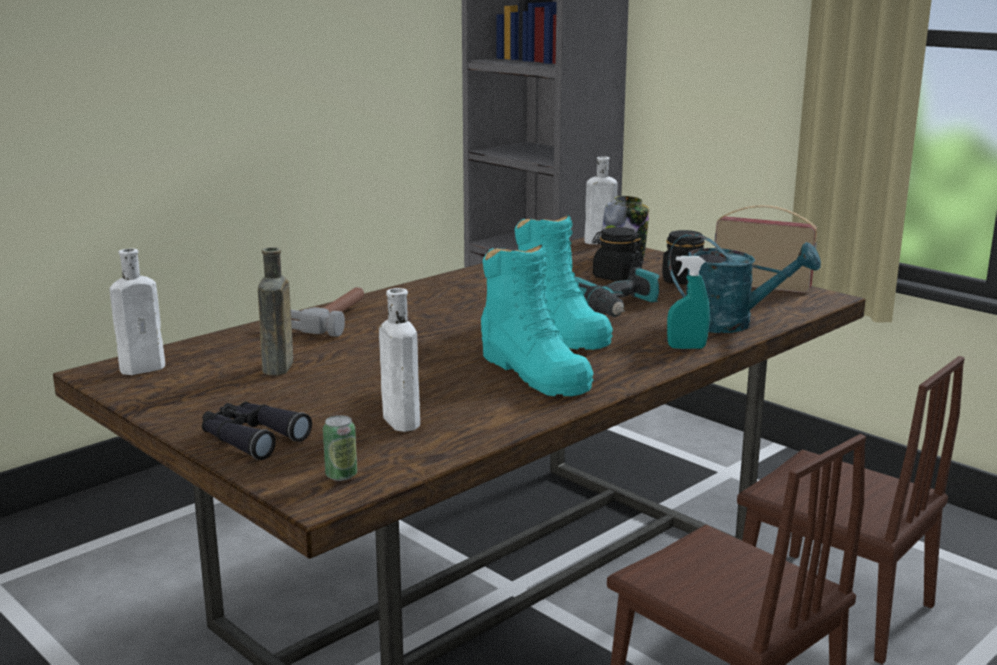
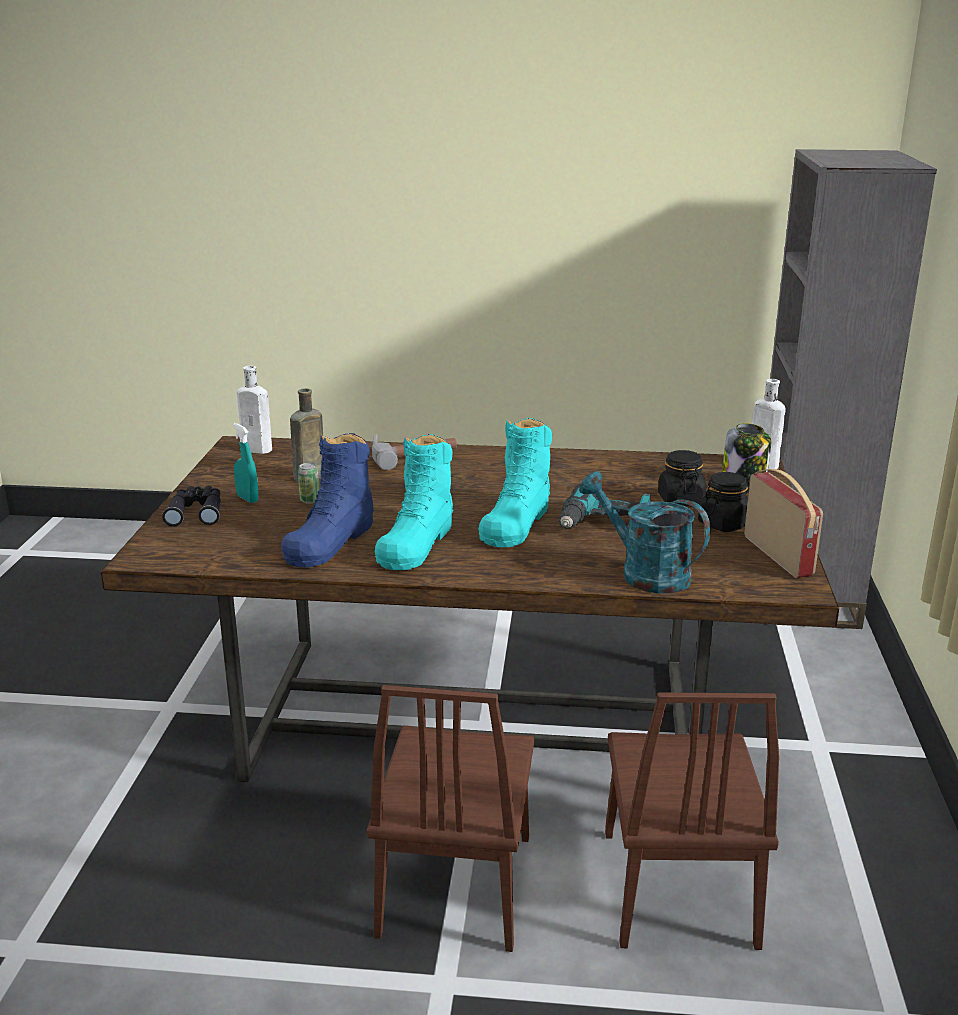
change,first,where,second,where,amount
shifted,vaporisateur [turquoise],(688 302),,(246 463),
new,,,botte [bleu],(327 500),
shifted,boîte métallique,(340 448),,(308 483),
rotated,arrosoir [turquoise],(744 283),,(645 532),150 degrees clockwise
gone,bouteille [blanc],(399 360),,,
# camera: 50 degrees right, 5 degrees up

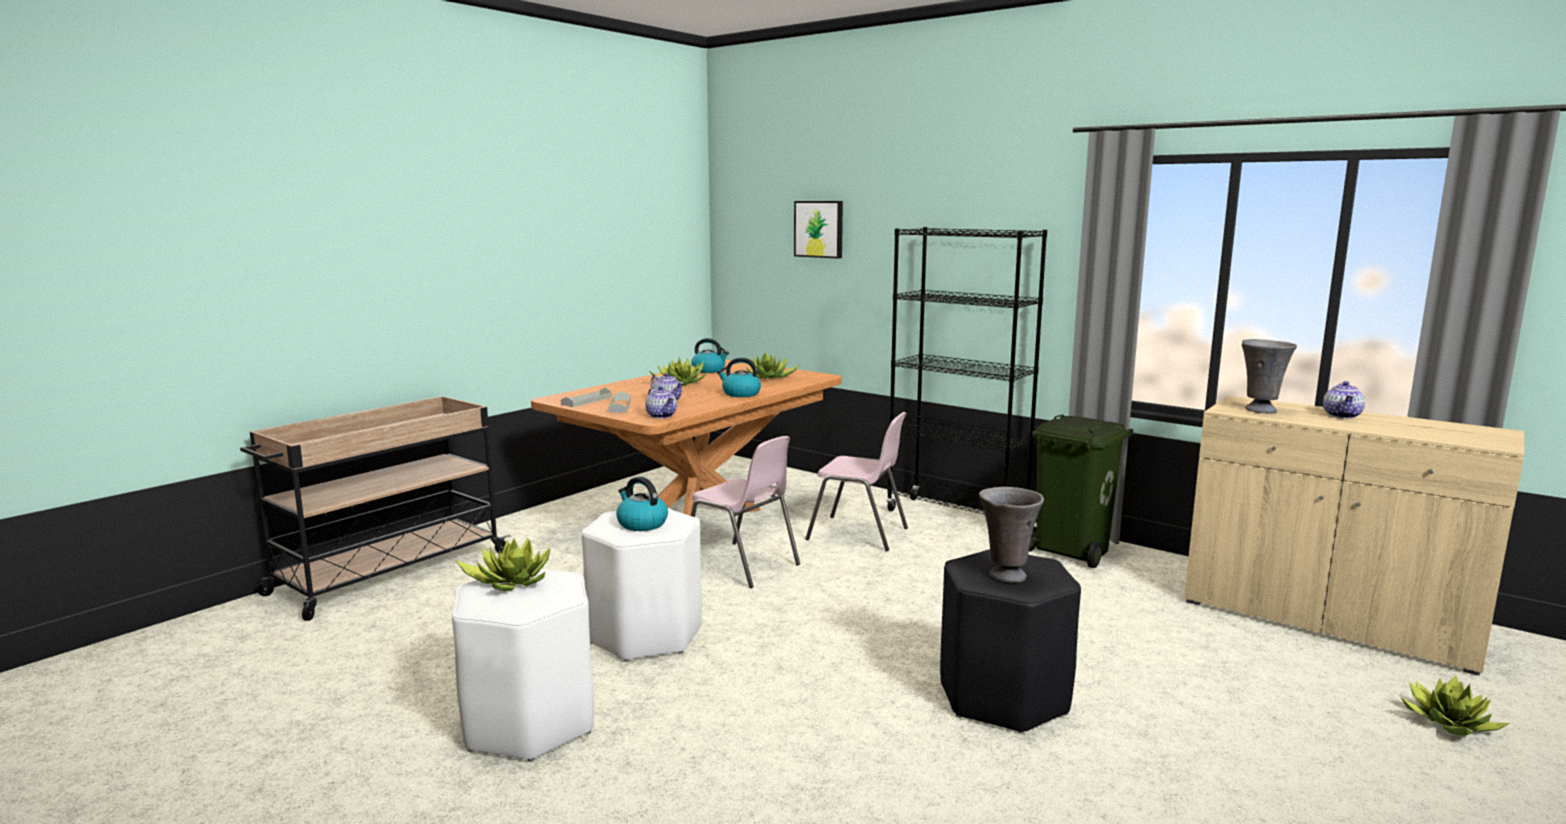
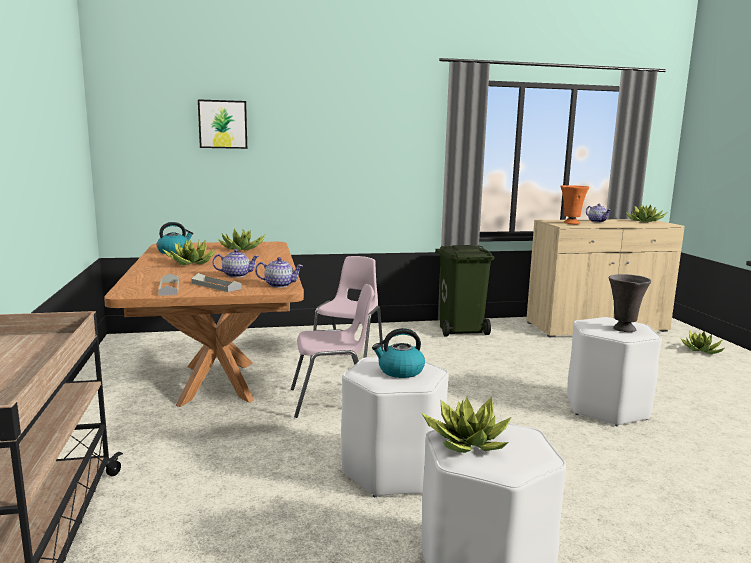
change,first,where,second,where,amount
rotated,chaise [rose],(856 481),,(346 308),45 degrees counterclockwise
repainted,vase [gris],(1269 376),vase [orange],(575 205),
repainted,tabouret [noir],(1010 641),tabouret [blanc],(614 372),
new,,,plante en pot,(646 213),
gone,bouilloire,(739 377),,,
gone,bibliothèque [noir],(966 370),,,
# camera: 50 degrees left, 0 degrees up

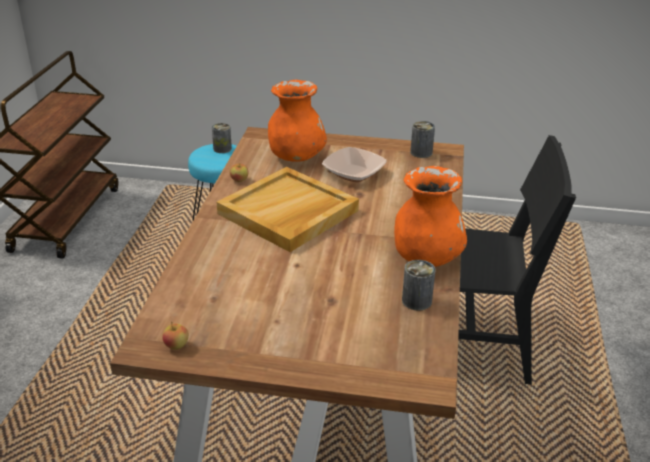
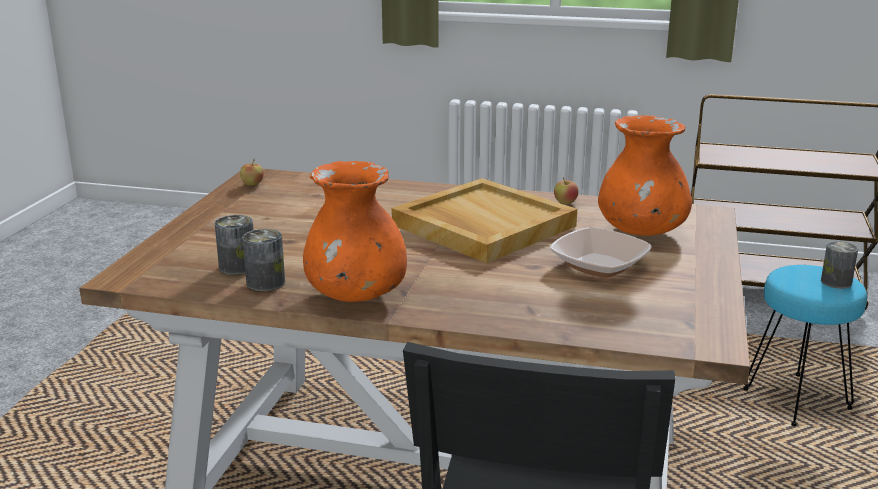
change,first,where,second,where,amount
shifted,boîte métallique,(422 139),,(234 245),
# camera: 95 degrees right, 10 degrees down

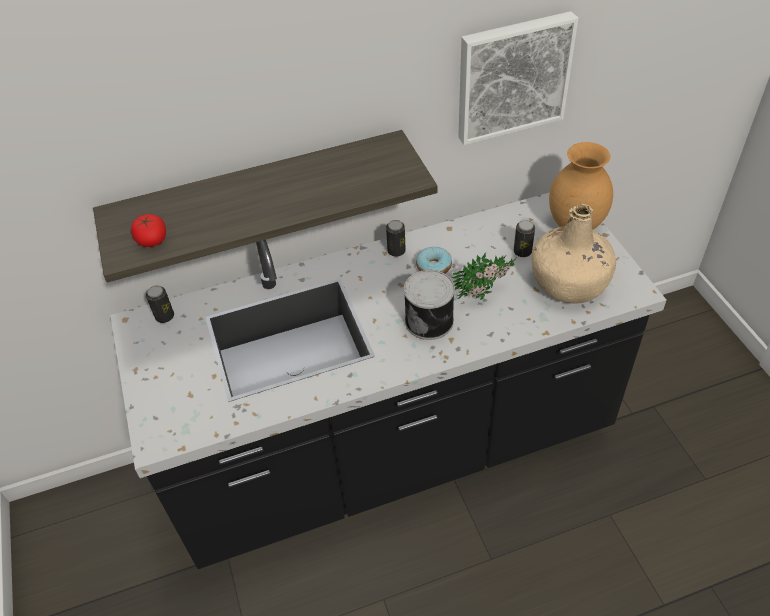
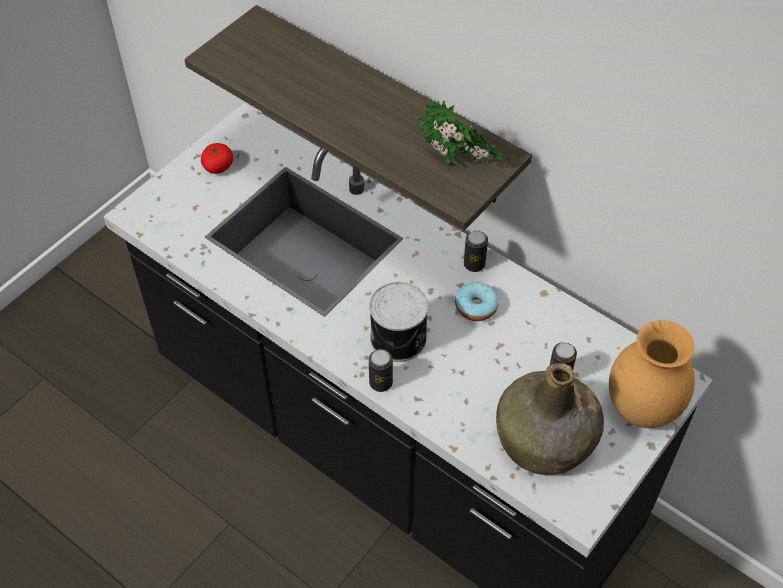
change,first,where,second,where,amount
shifted,tomate,(148 230),,(217 158),
shifted,boîte métallique,(160 304),,(381 370),
shifted,plante en pot,(484 276),,(460 132),
repainted,bouteille [beige],(574 253),bouteille [vert],(550 419),
gone,tableau,(518 78),,,
# camera: 55 degrees right, 5 degrees up

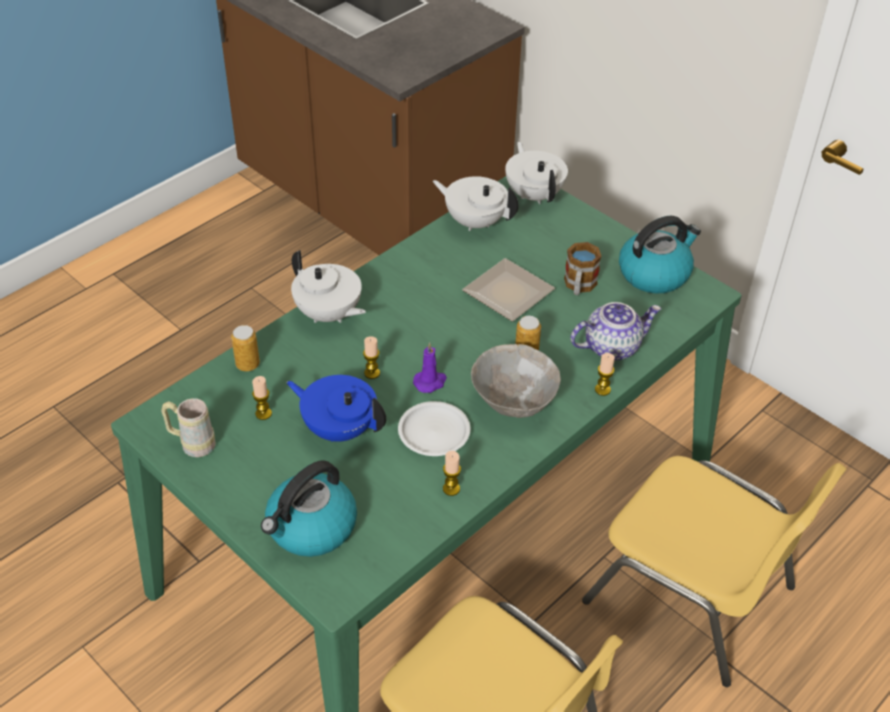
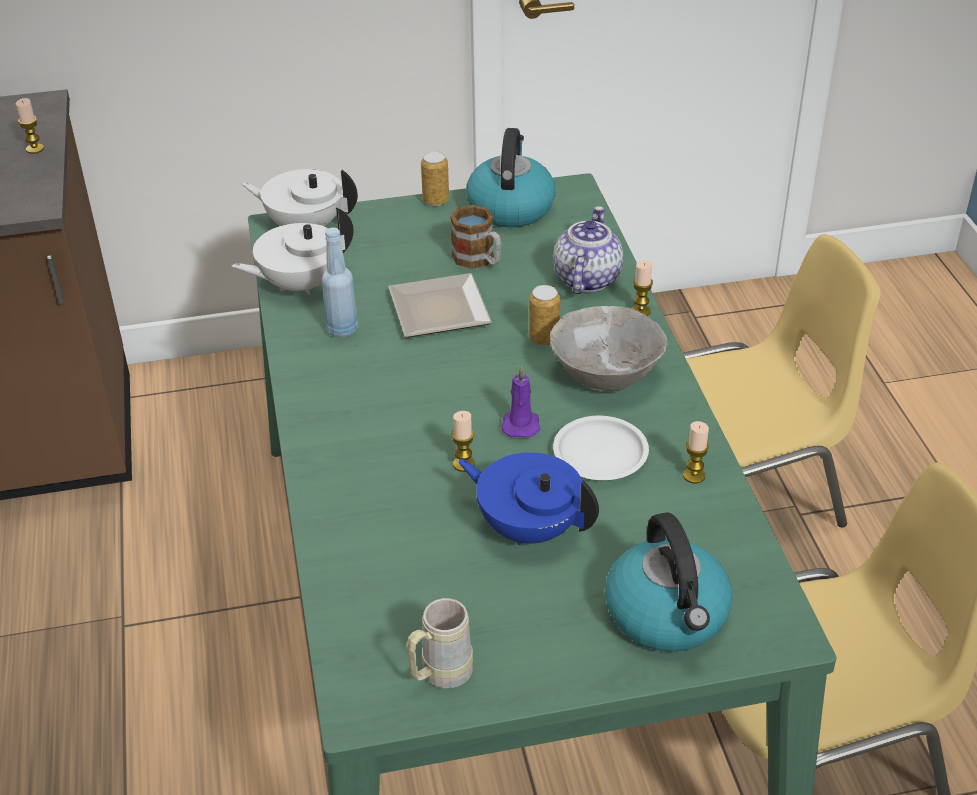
change,first,where,second,where,amount
shifted,bougie,(262 398),,(30 126),
new,,,bouteille [bleu],(340 283),
shifted,boîte métallique,(245 348),,(435 178),
rotated,théière [bleu],(336 408),,(528 498),60 degrees clockwise
gone,théière [blanc],(328 286),,,
# camera: 55 degrees left, 5 degrees down

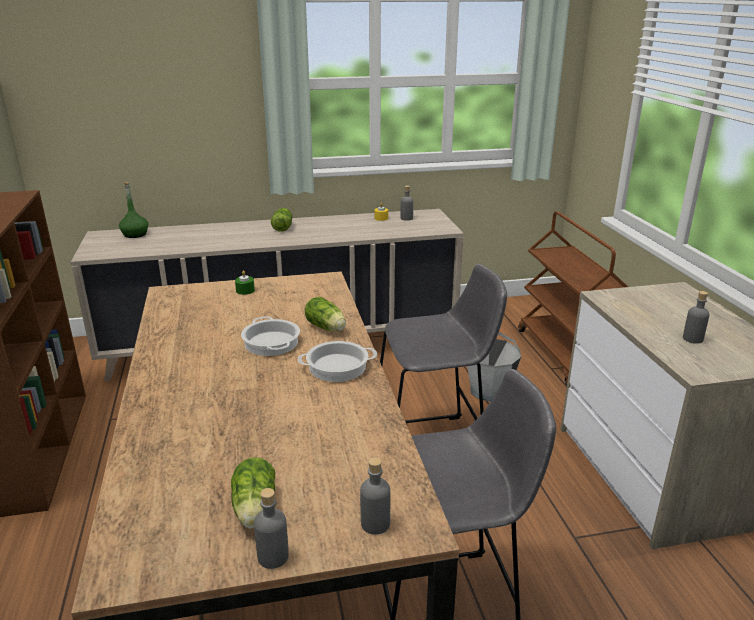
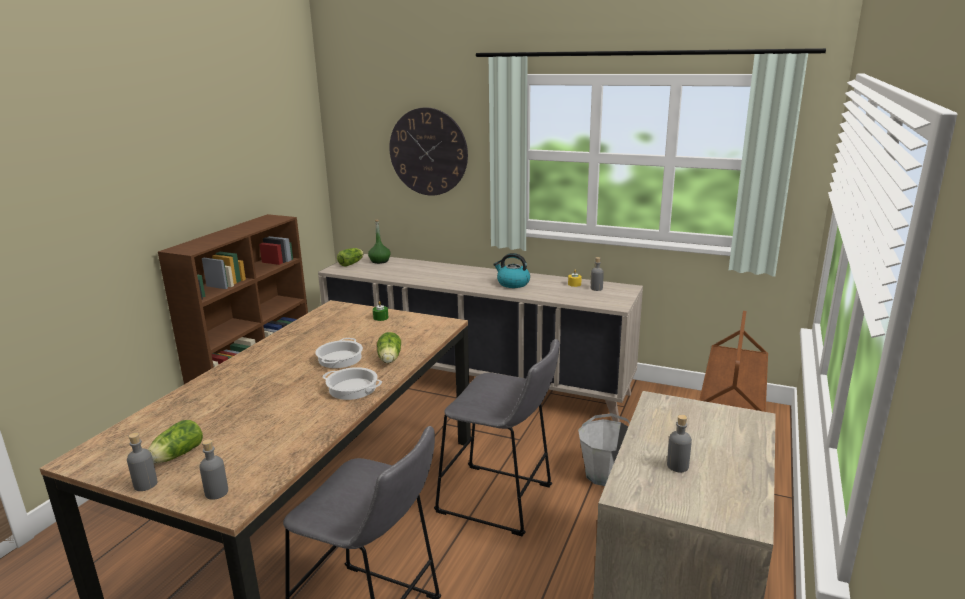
change,first,where,second,where,amount
shifted,laitue,(281 220),,(350 257),
new,,,horloge murale,(428 152),
new,,,bouilloire,(511 270),
# camera: 35 degrees right, 5 degrees down

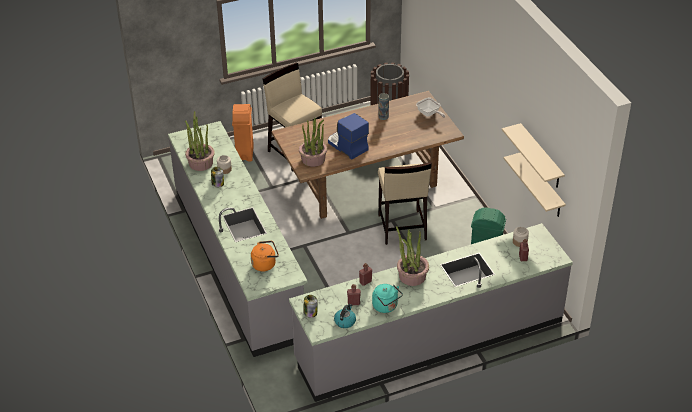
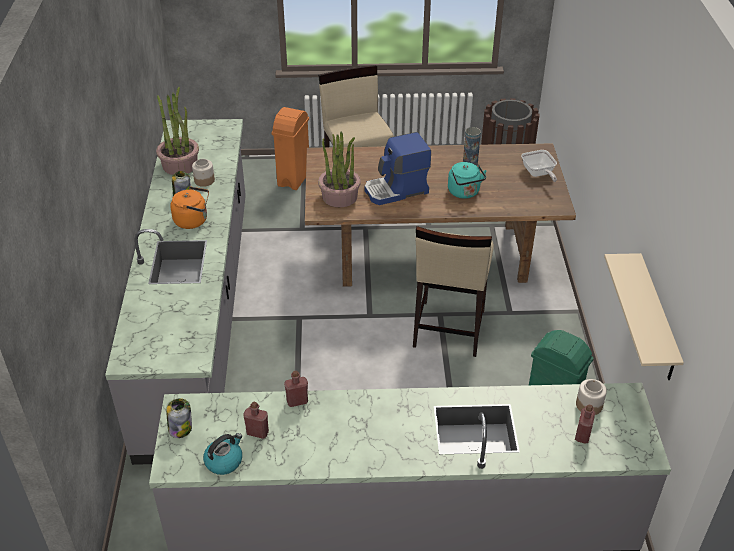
change,first,where,second,where,amount
shifted,bouilloire [orange],(265 256),,(189 207),
rotated,machine à café,(348 136),,(398 168),90 degrees counterclockwise
shifted,bouilloire [turquoise],(387 298),,(467 180),
gone,plante en pot,(412 256),,,
gone,étagère [beige],(533 155),,,
# camera: 20 degrees right, 0 degrees up

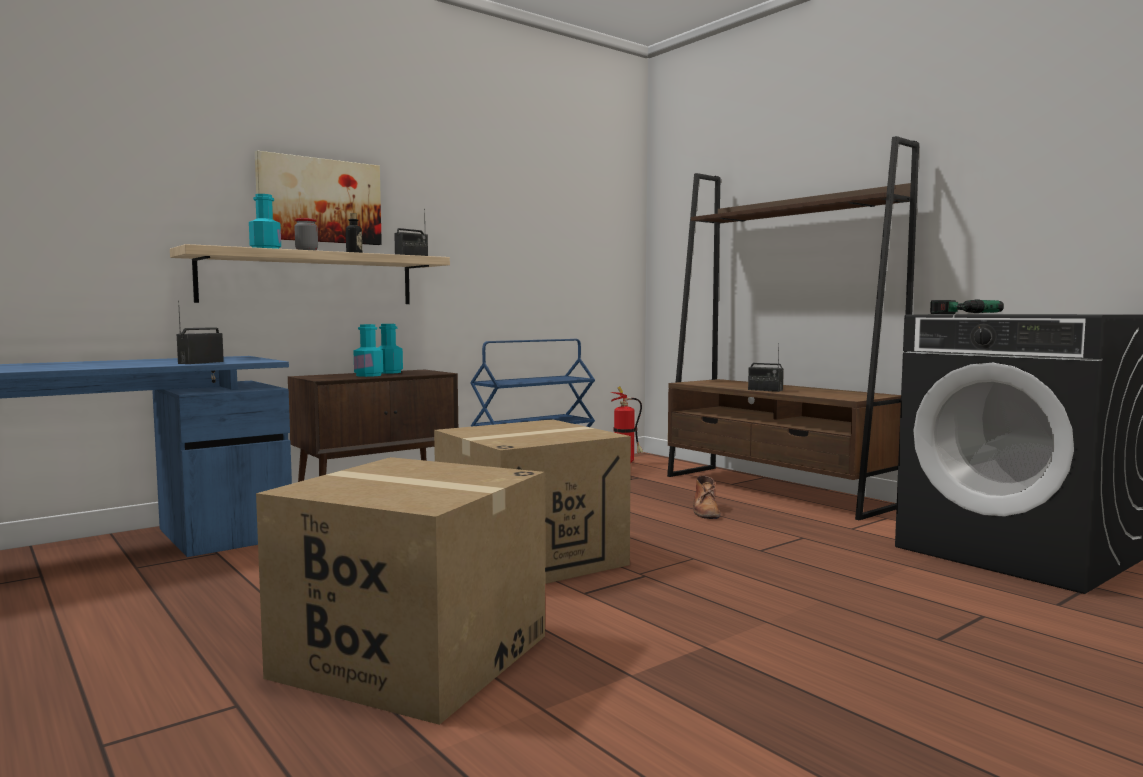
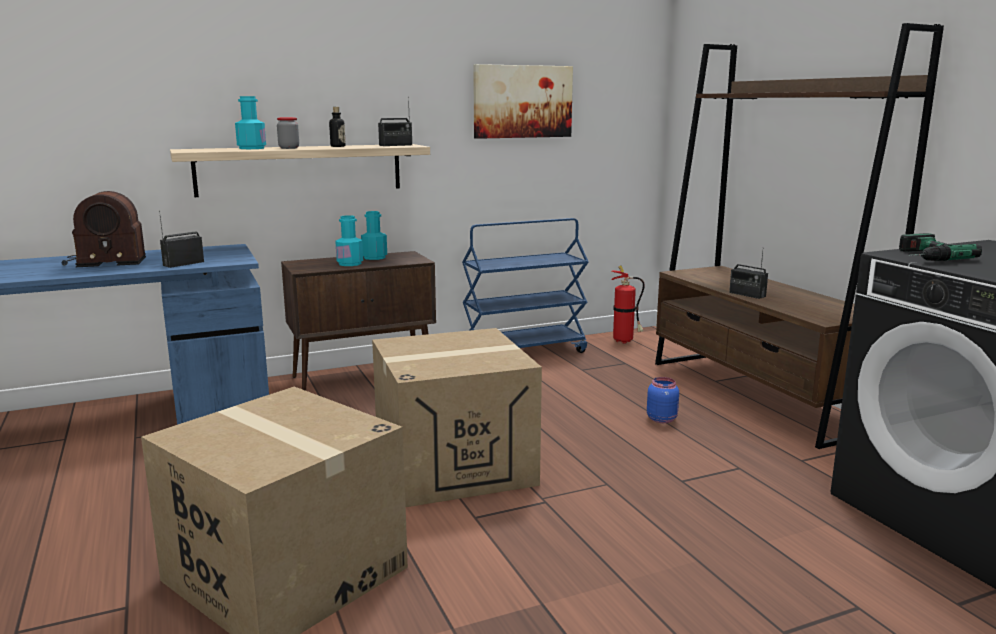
change,first,where,second,where,amount
new,,,radio,(103 229),
shifted,tableau,(318 198),,(523 101),
swapped,botte [marron],(707 497),bocal [bleu],(663 400),
# camera: 15 degrees right, 10 degrees up

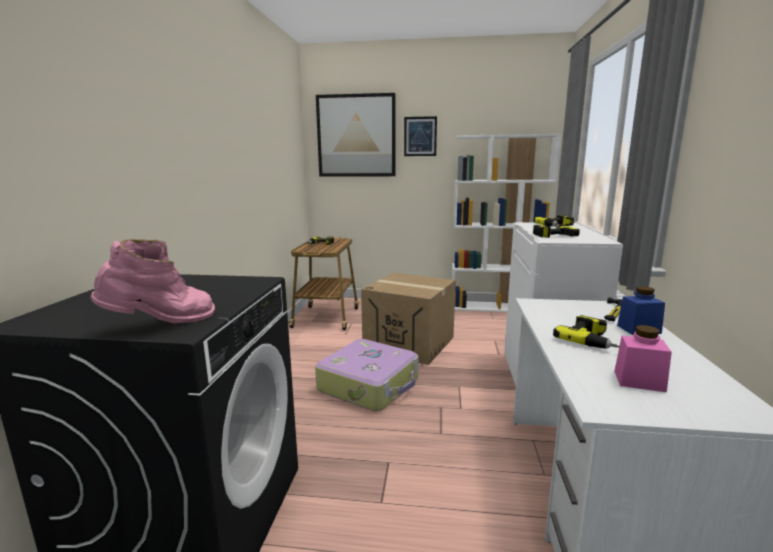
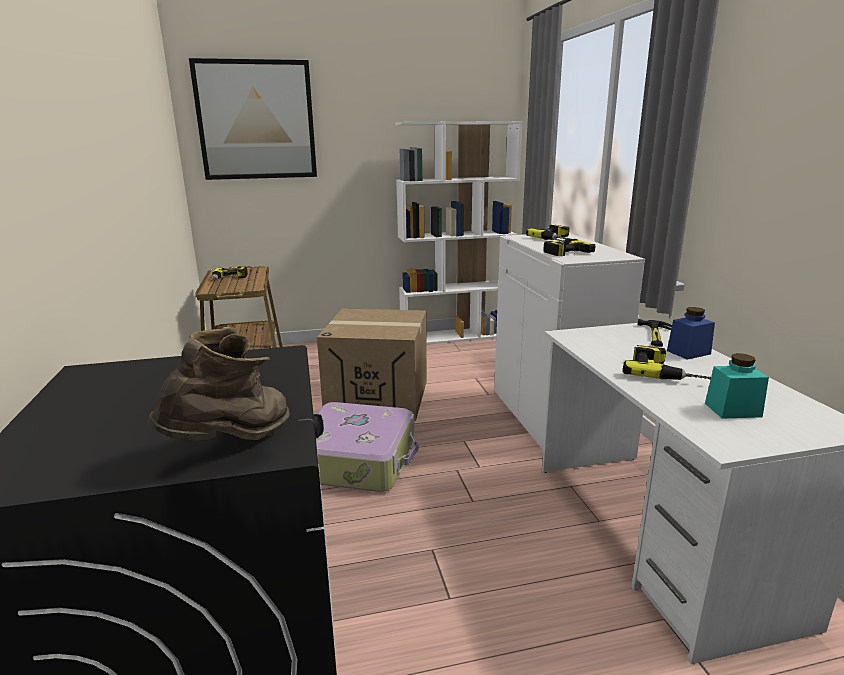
change,first,where,second,where,amount
repainted,botte [rose],(153 281),botte [marron],(219 383),
repainted,bocal [rose],(643 358),bocal [turquoise],(737 386),
gone,tableau,(420 136),,,
# camera: 20 degrees left, 5 degrees up

